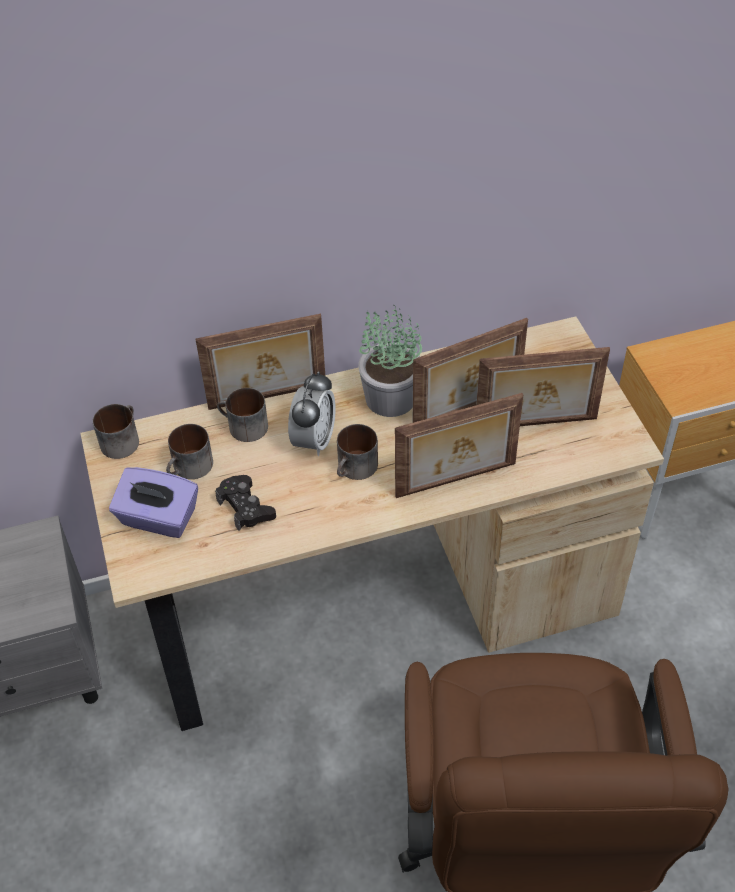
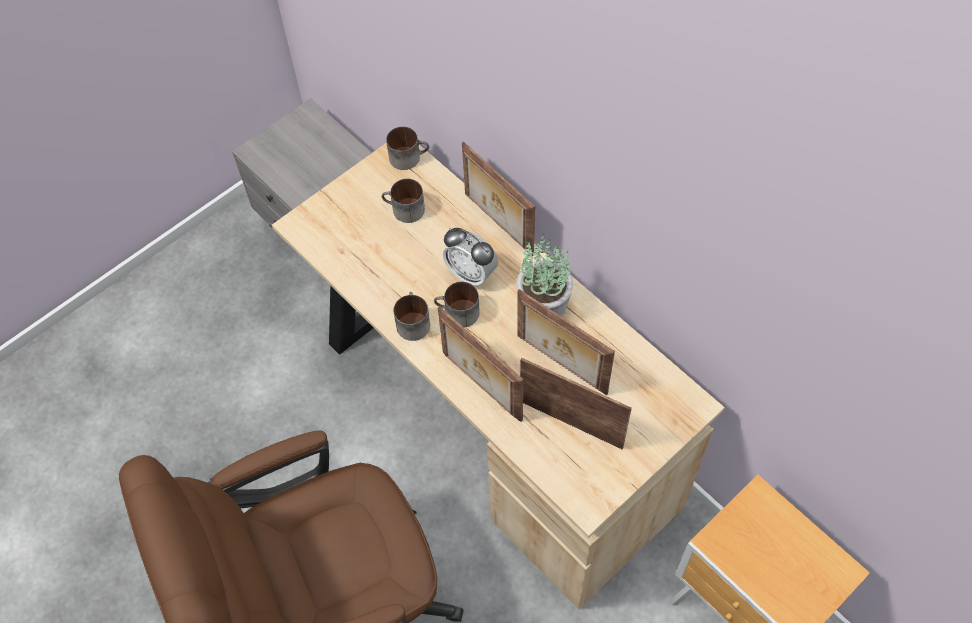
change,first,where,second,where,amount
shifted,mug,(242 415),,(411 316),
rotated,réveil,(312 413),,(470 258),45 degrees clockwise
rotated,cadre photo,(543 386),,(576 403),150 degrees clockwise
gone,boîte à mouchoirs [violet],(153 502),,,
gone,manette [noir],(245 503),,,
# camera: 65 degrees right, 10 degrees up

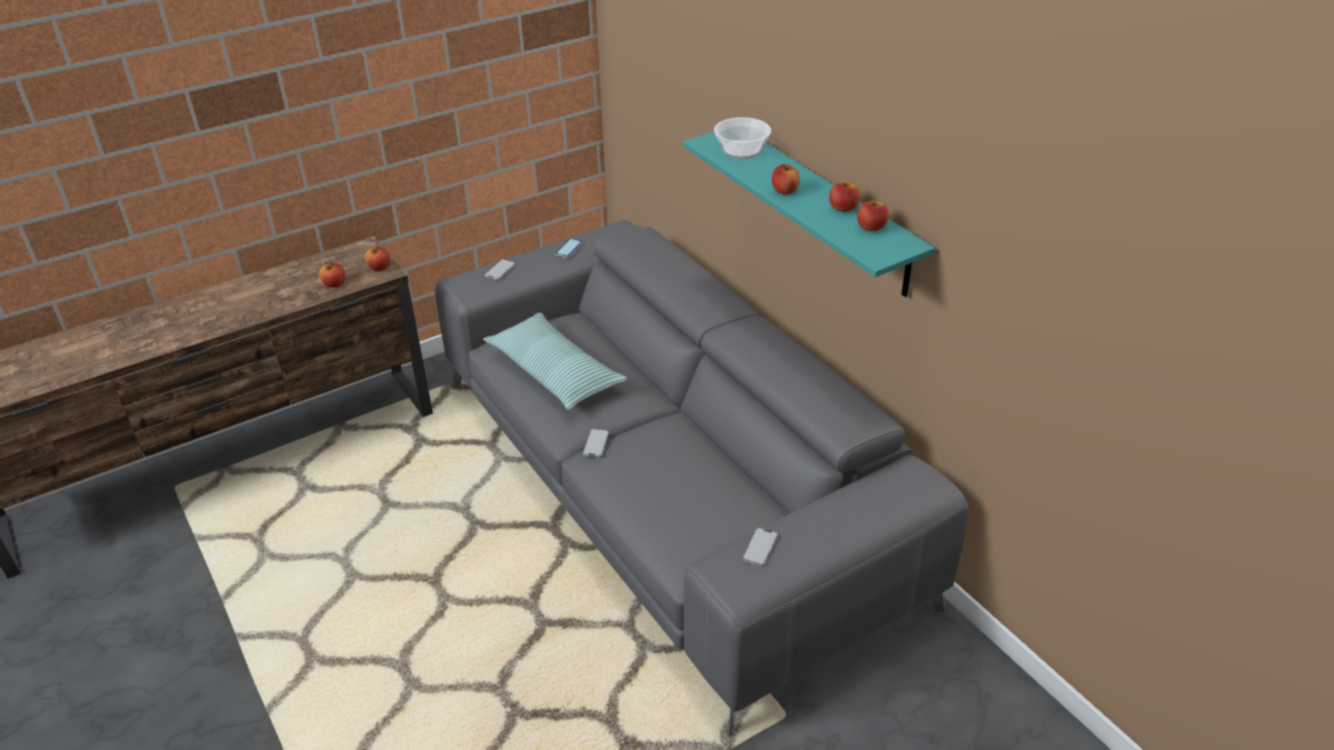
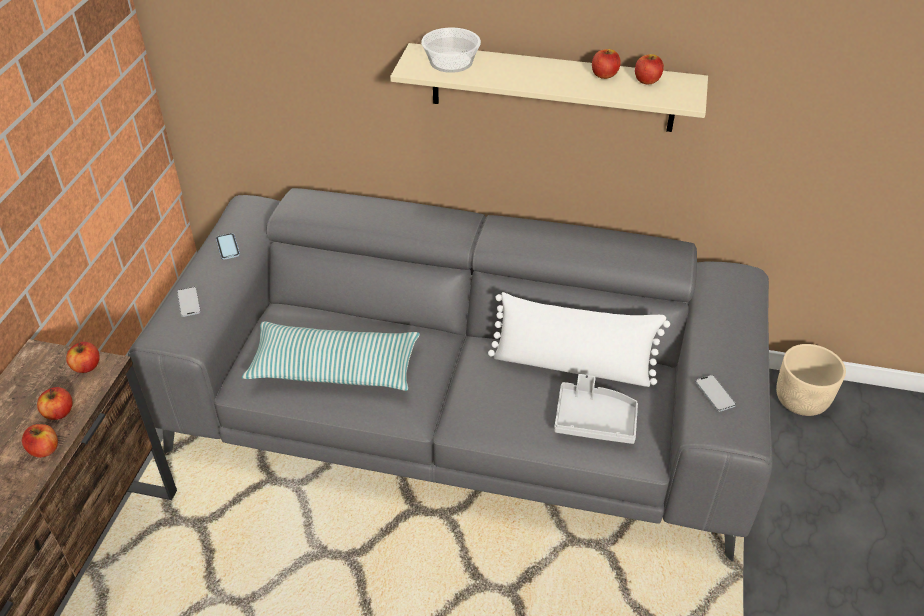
change,first,where,second,where,amount
shifted,pomme,(786 179),,(40 441),
repainted,étagère [turquoise],(809 214),étagère [beige],(549 87),
new,,,coussin [blanc],(579 339),
new,,,plateau [gris],(596 409),
new,,,cache-pot [beige],(811 380),
gone,téléphone,(596 443),,,
# camera: 45 degrees left, 5 degrees up

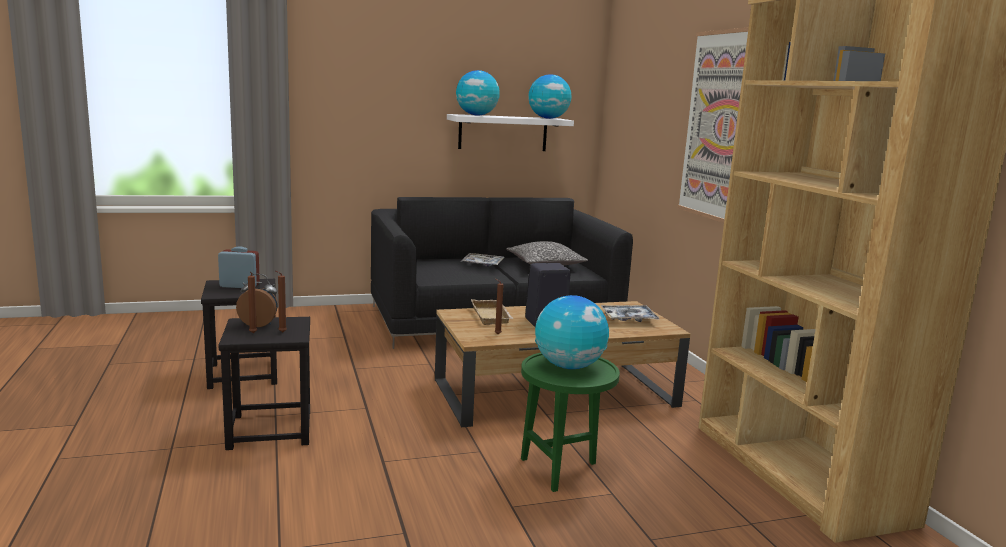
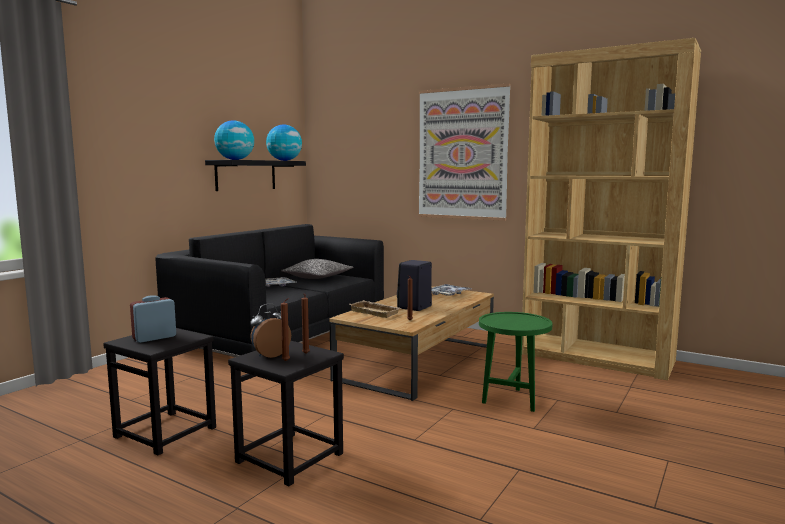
change,first,where,second,where,amount
repainted,étagère [blanc],(510 132),étagère [noir],(255 175),
gone,globe,(572 332),,,
# camera: 40 degrees left, 5 degrees down

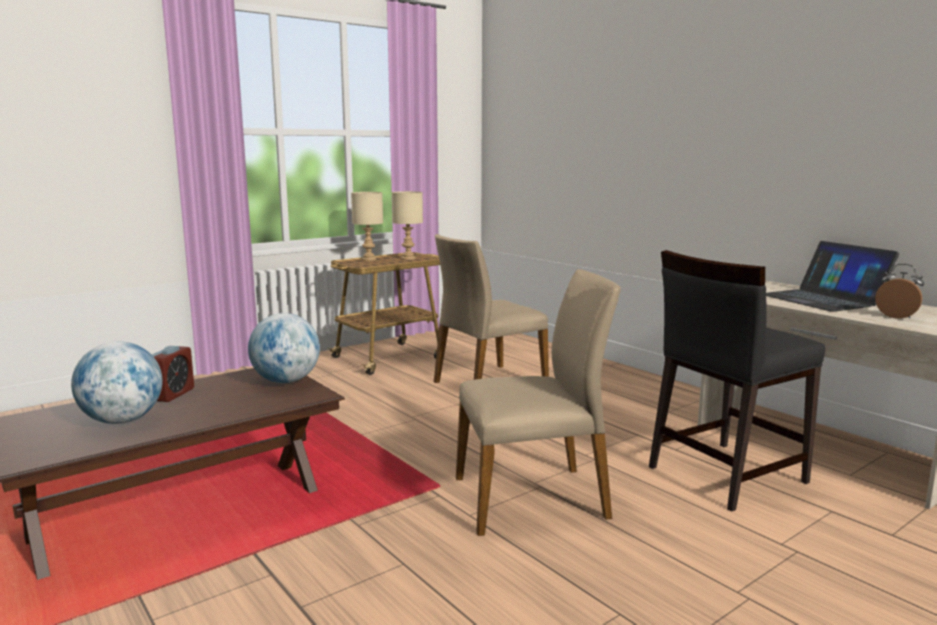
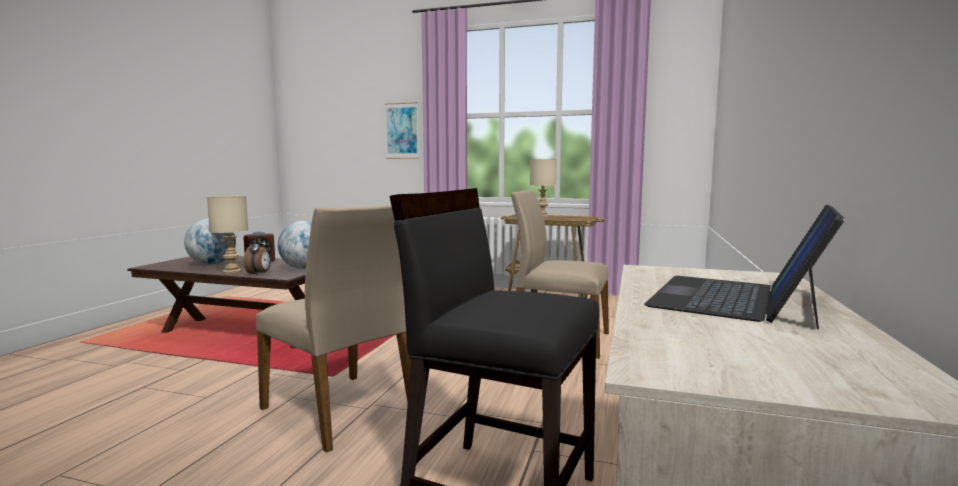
change,first,where,second,where,amount
shifted,lampe de table [beige],(407 225),,(227 235),
shifted,réveil,(899 291),,(257 255),
new,,,tableau,(402 130),
# camera: 55 degrees right, 5 degrees down

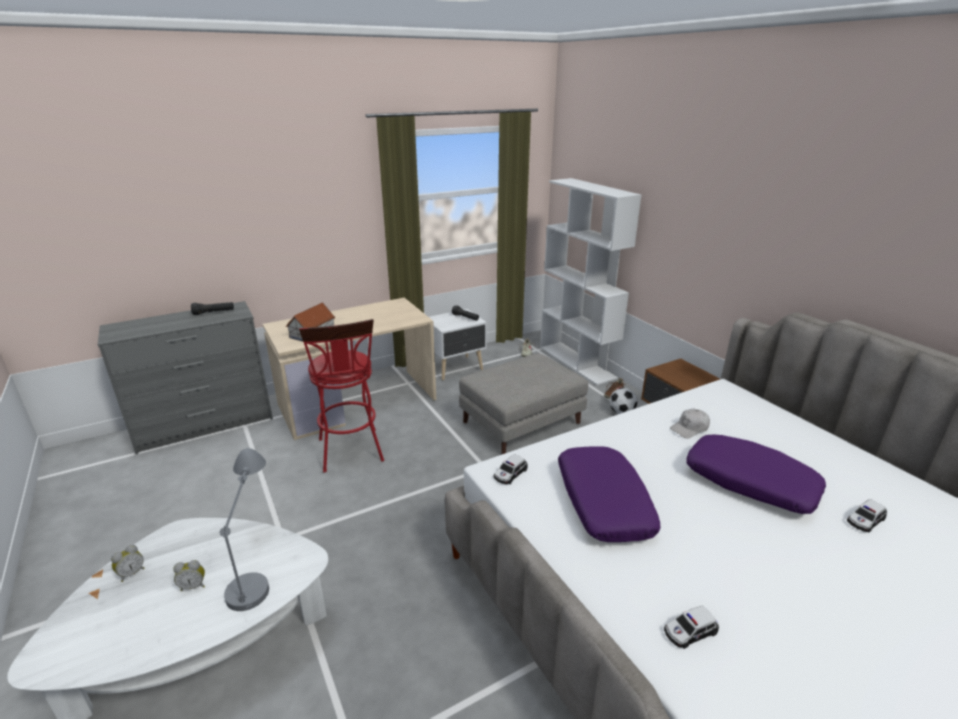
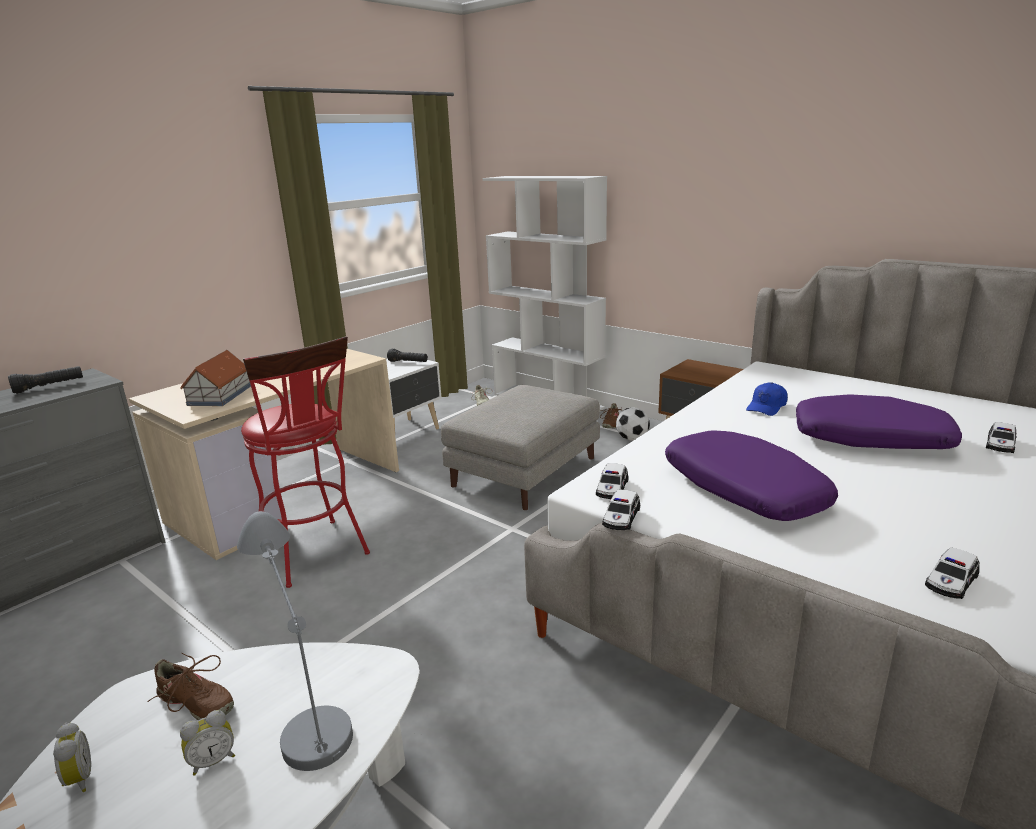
change,first,where,second,where,amount
rotated,réveil,(128 563),,(72 757),45 degrees counterclockwise
new,,,chaussure [marron],(190 686),
new,,,petite voiture,(621 509),
repainted,casquette [blanc],(690 423),casquette [bleu],(767 399),
# camera: 20 degrees left, 5 degrees down

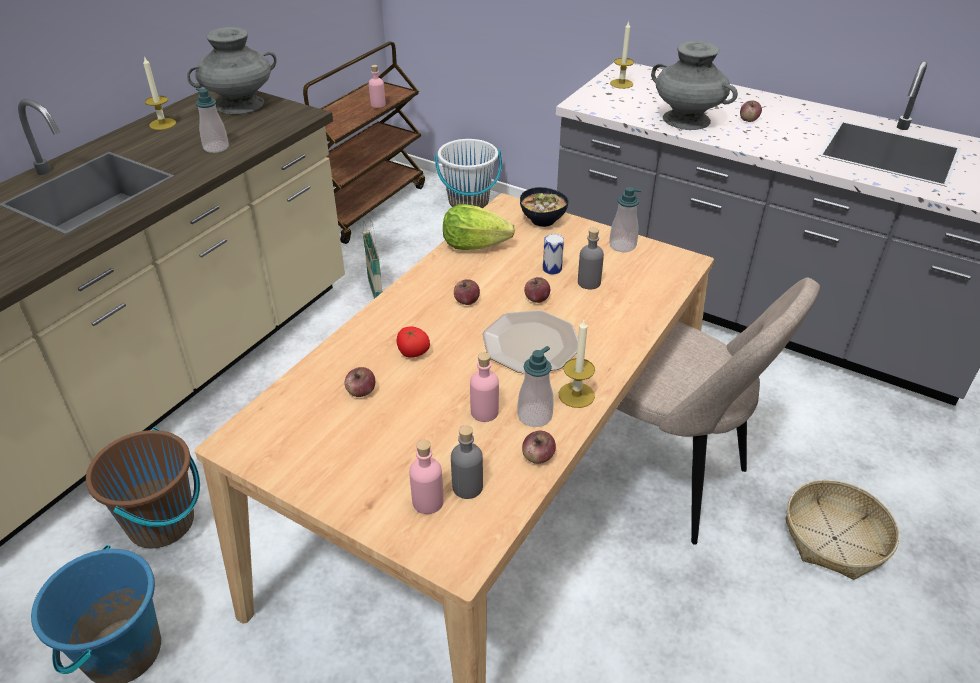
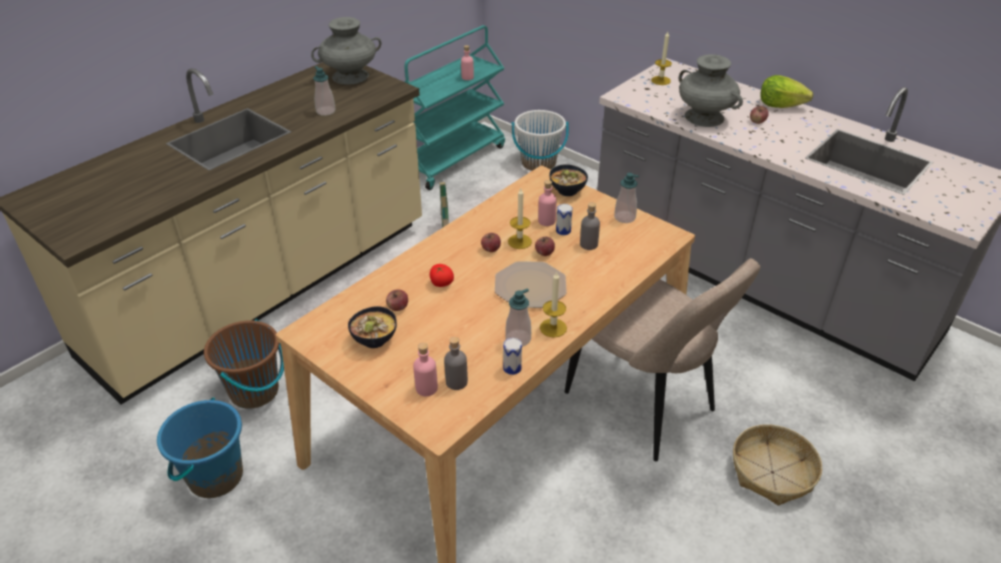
change,first,where,second,where,amount
new,,,bol,(372 327),
repainted,chariot [marron],(364 143),chariot [turquoise],(455 107),
swapped,pomme,(539 447),boîte métallique,(512 356),
shifted,bougie,(159 93),,(520 218),
shifted,bouteille [rose],(484 387),,(547 203),
shifted,laitue,(479 227),,(786 91),
# camera: 10 degrees right, 0 degrees up

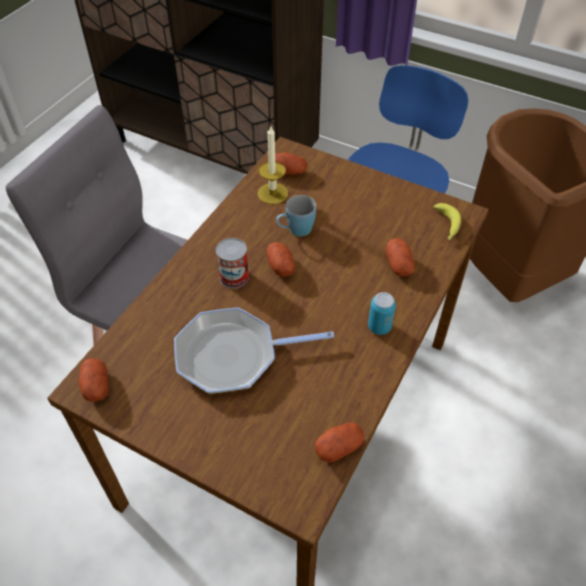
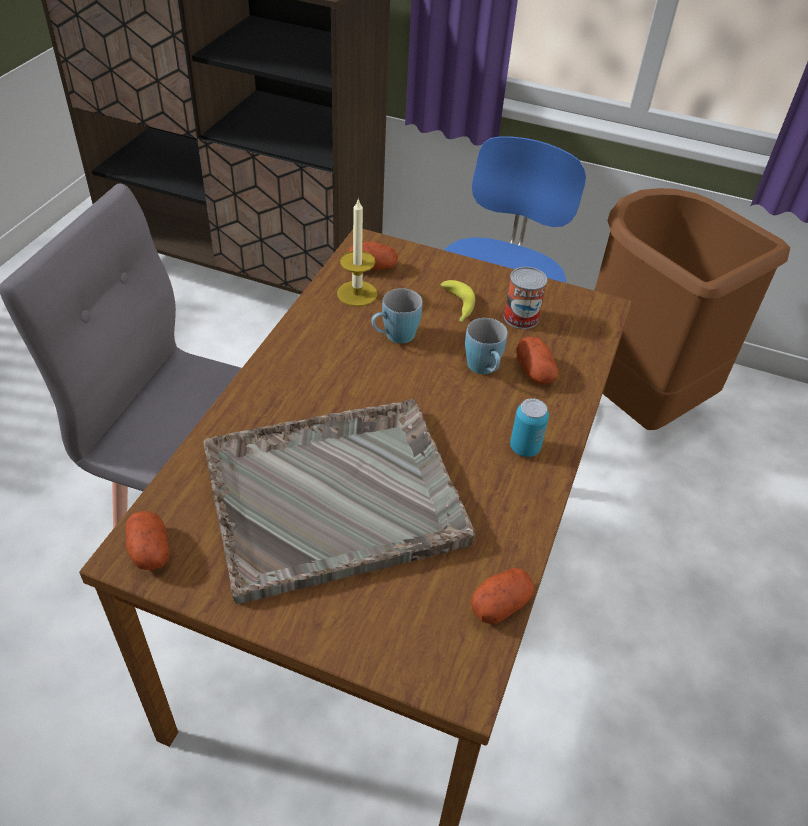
change,first,where,second,where,amount
swapped,poêle,(254 350),plateau [gris],(339 501),
shifted,banane,(447 221),,(457 301),
new,,,mug [bleu],(486 346),
shifted,boîte métallique,(232 263),,(525 298),
gone,pomme de terre,(281 259),,,
# camera: 10 degrees left, 5 degrees down

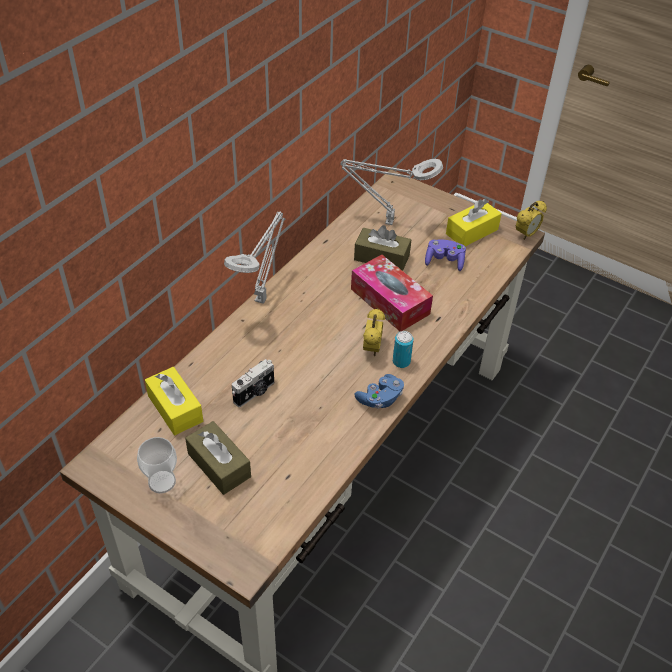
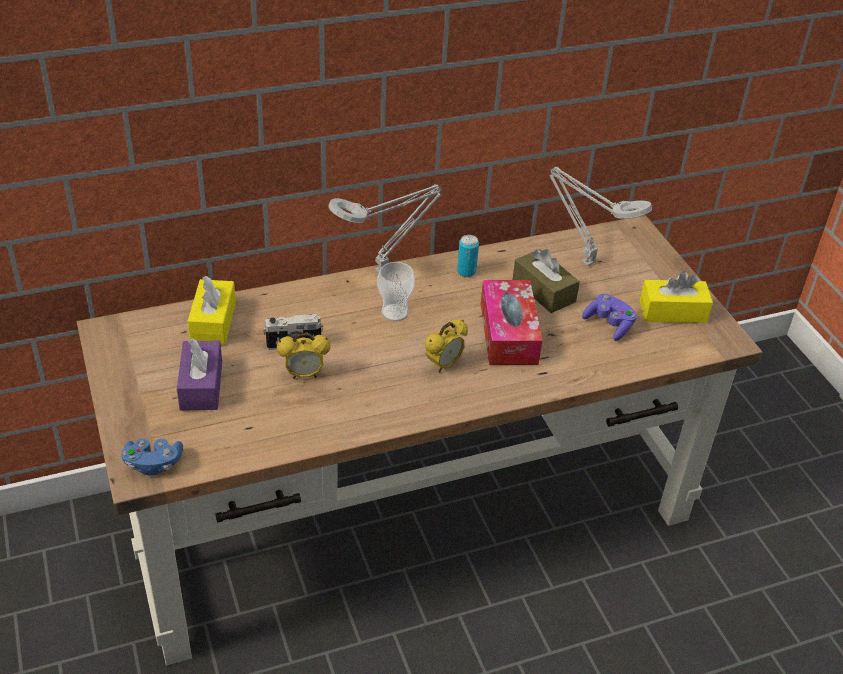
change,first,where,second,where,amount
shifted,manette [bleu],(379 391),,(152 457),
repainted,boîte à mouchoirs [marron],(218 458),boîte à mouchoirs [violet],(199 374),
shifted,réveil,(531 220),,(303 356),
shifted,tasse,(157 465),,(396 292),
shifted,boîte métallique,(403 349),,(468 256),
# camera: 35 degrees right, 5 degrees down

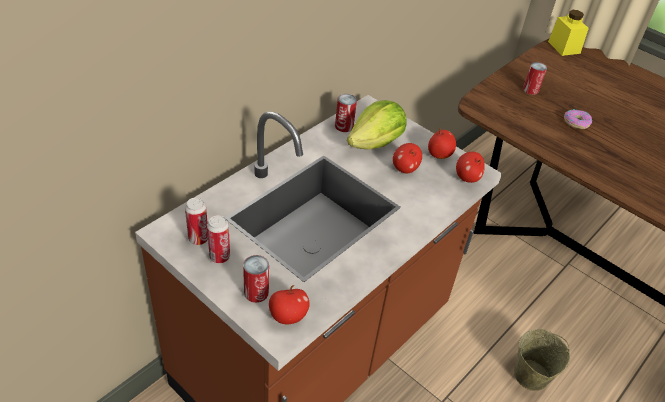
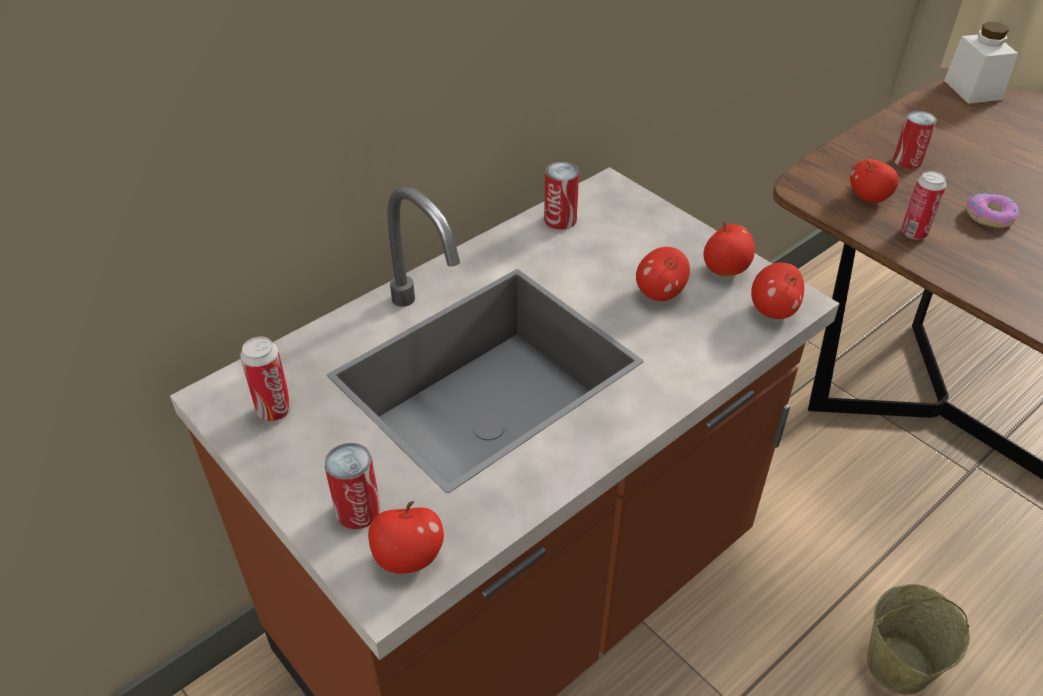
change,first,where,second,where,amount
new,,,pomme,(874 181),
shifted,boîte métallique,(218 239),,(923 205),
repainted,bocal [jaune],(568 33),bocal [blanc],(981 63),
gone,laitue,(376 125),,,
# camera: 10 degrees right, 0 degrees up

